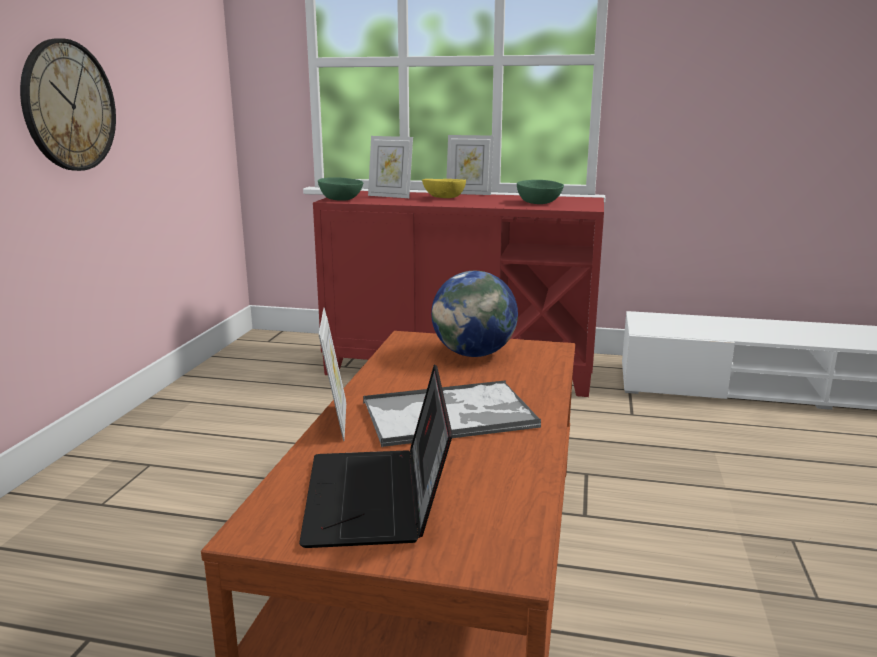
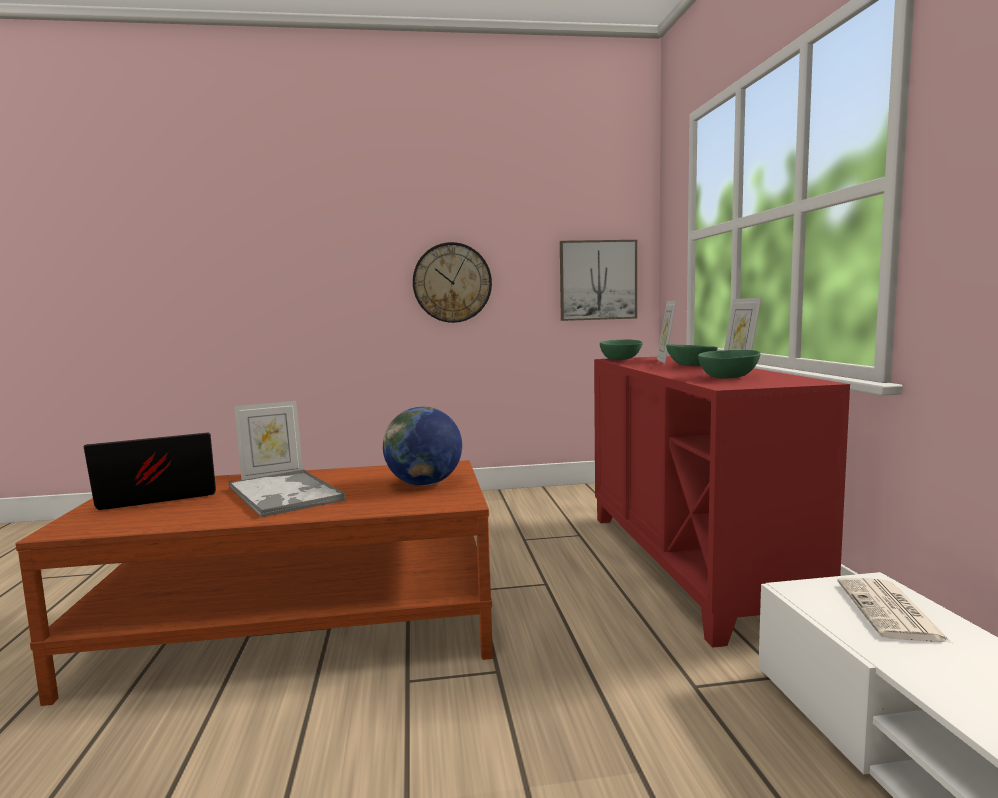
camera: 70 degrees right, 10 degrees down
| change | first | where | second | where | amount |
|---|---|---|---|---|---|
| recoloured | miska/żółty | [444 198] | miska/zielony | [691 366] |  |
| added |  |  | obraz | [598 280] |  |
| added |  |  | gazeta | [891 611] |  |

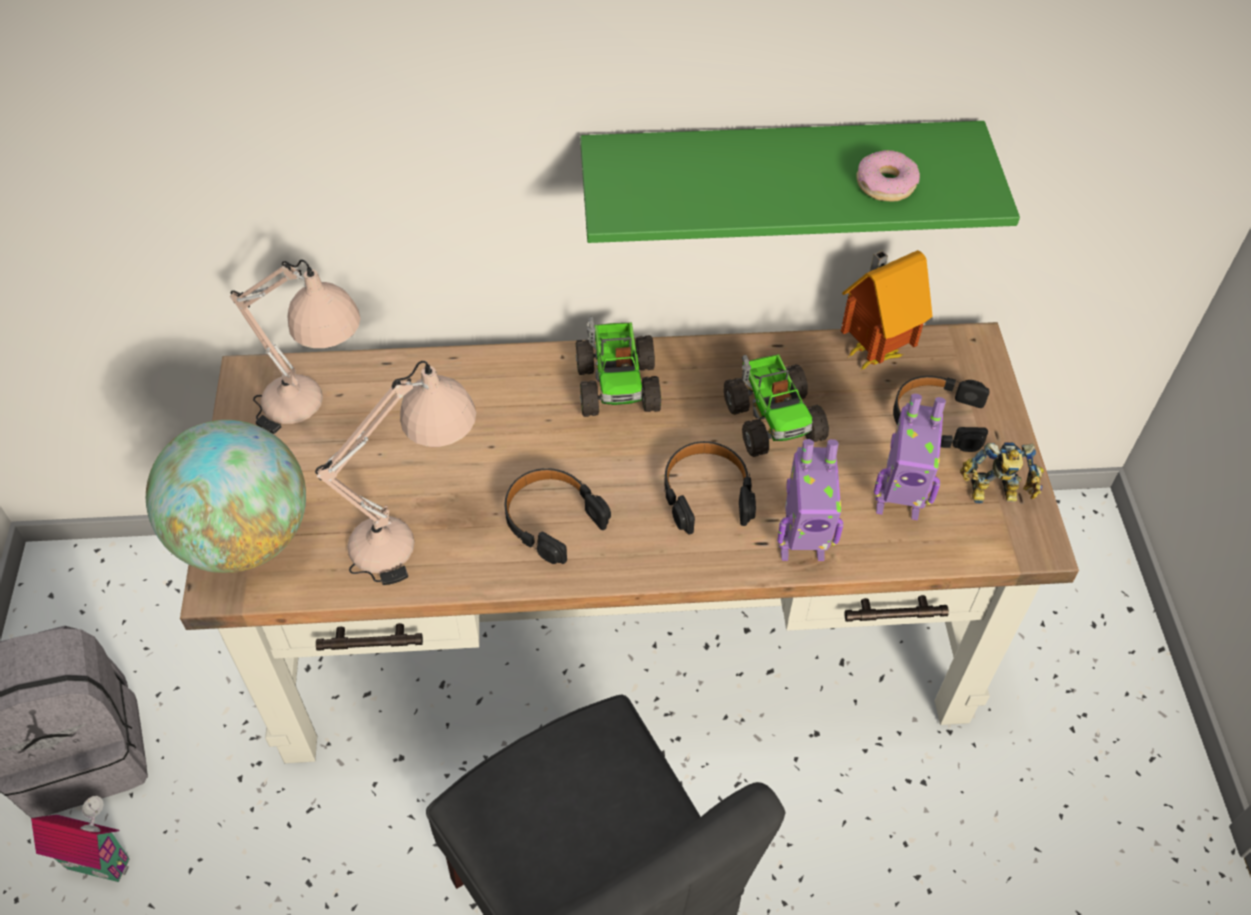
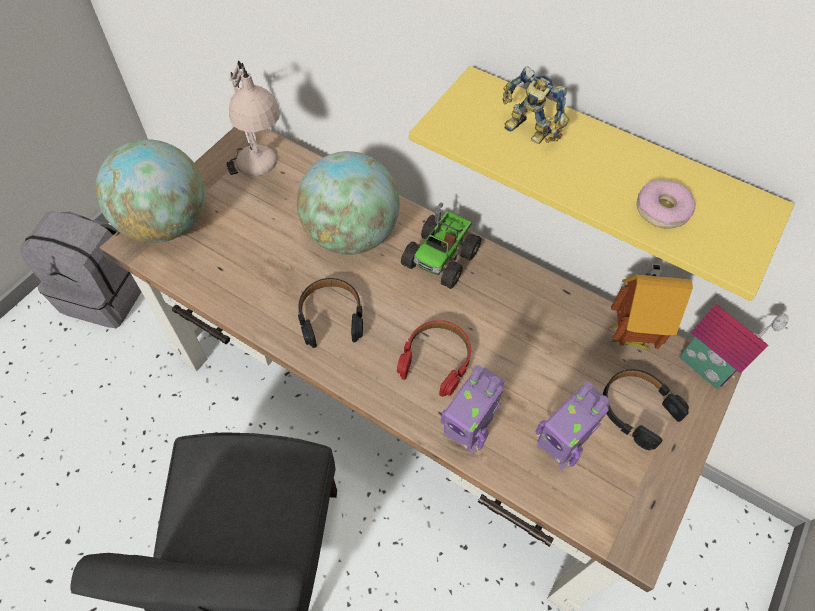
camera: 35 degrees right, 5 degrees up
| change | first | where | second | where | amount |
|---|---|---|---|---|---|
| moved | domek | [101 860] |  | [706 365] |  |
| removed | lampa stołowa/beżowy | [416 534] |  |  |  |
| recoloured | półka/zielony | [777 173] | półka/żółty | [606 165] |  |
| recoloured | słuchawki/czarny | [706 493] | słuchawki/czerwony | [436 359] |  |
| removed | ciężarówka zabawkowa | [773 419] |  |  |  |
| moved | robot zabawkowy | [995 495] |  | [527 132] |  |
| added |  |  | globus | [350 234] |  |

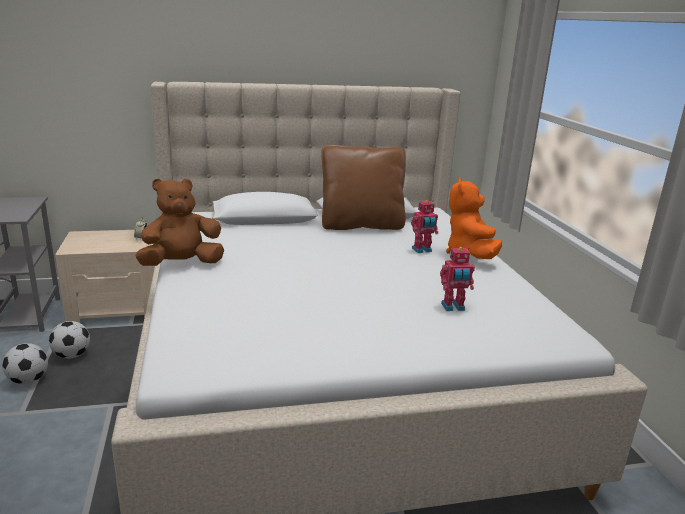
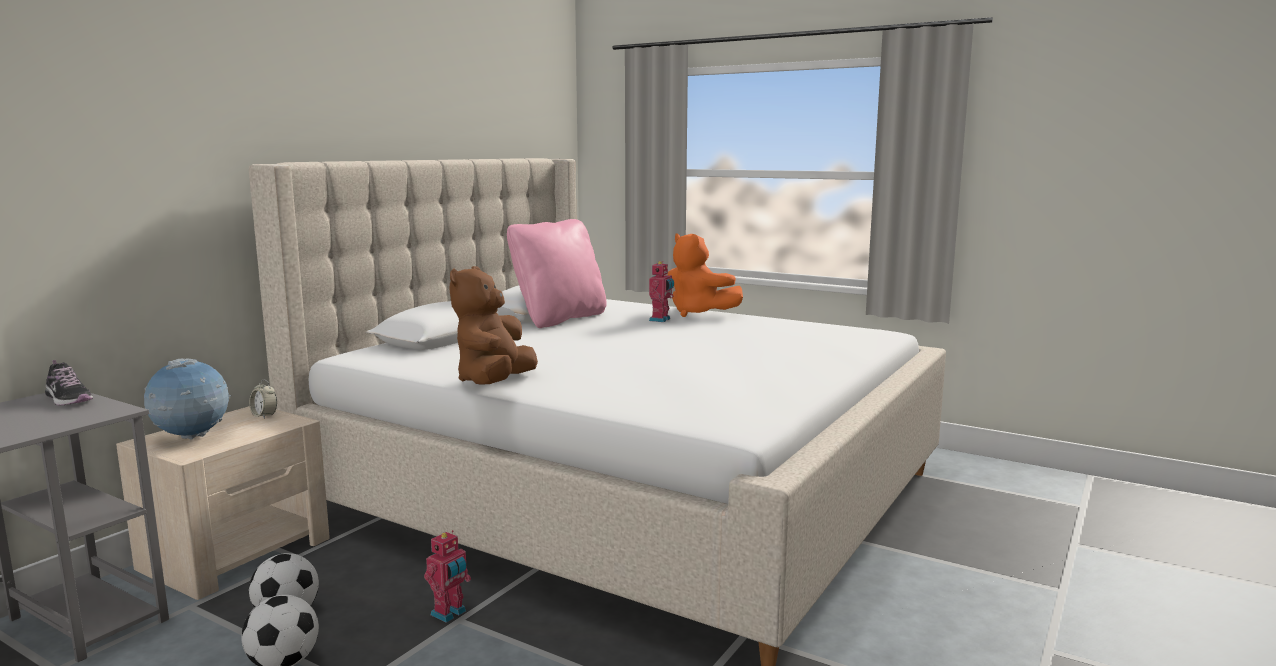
camera: 45 degrees left, 10 degrees down
| change | first | where | second | where | amount |
|---|---|---|---|---|---|
| recoloured | poduszka/brązowy | [361 225] | poduszka/różowy | [559 319] |  |
| moved | robot zabawkowy | [453 307] |  | [450 614] |  |
| added |  |  | but | [68 399] |  |
| added |  |  | globus | [192 437] |  |

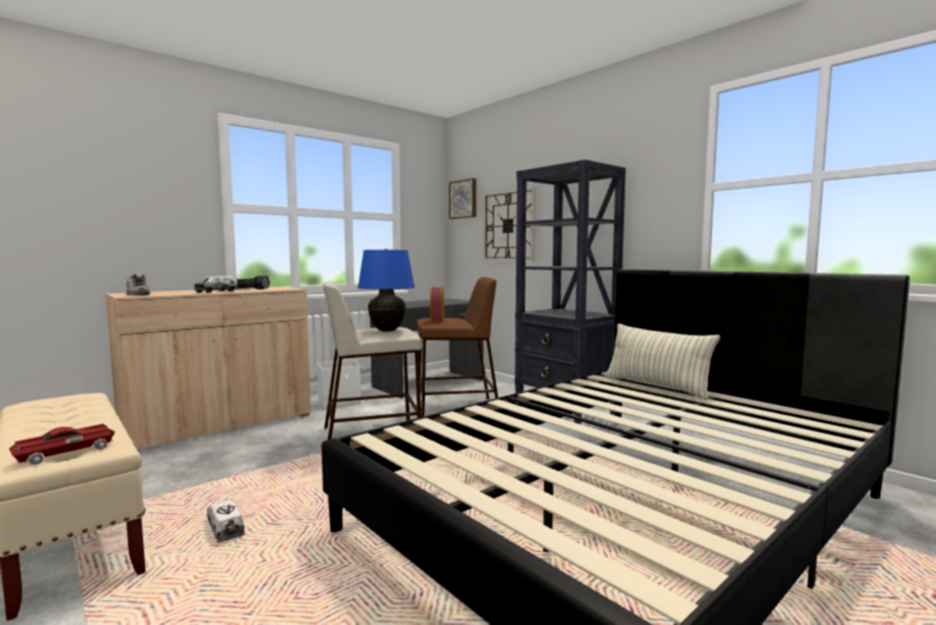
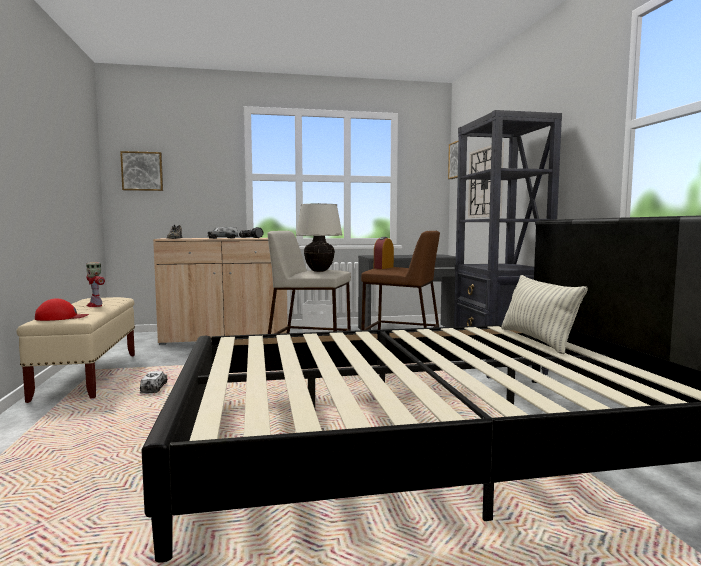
camera: 30 degrees right, 0 degrees up
| change | first | where | second | where | amount |
|---|---|---|---|---|---|
| replaced | samochodzik | [66 451] | czapka z daszkiem/czerwony | [61 317] |  |
| recoloured | lampa stołowa/niebieski | [387 330] | lampa stołowa/beżowy | [319 271] |  |
| added |  |  | robot zabawkowy | [95 305] |  |
| added |  |  | obraz | [142 171] |  |

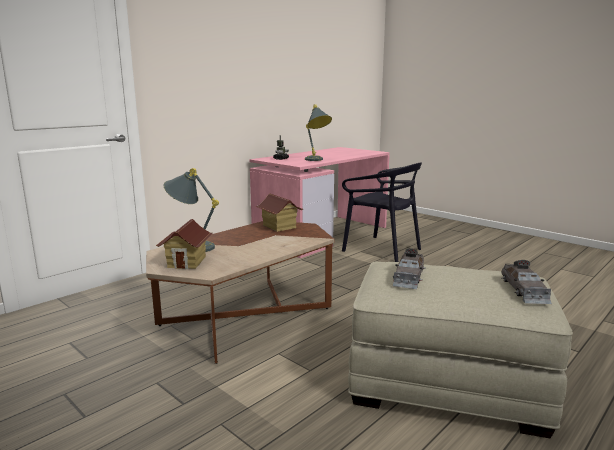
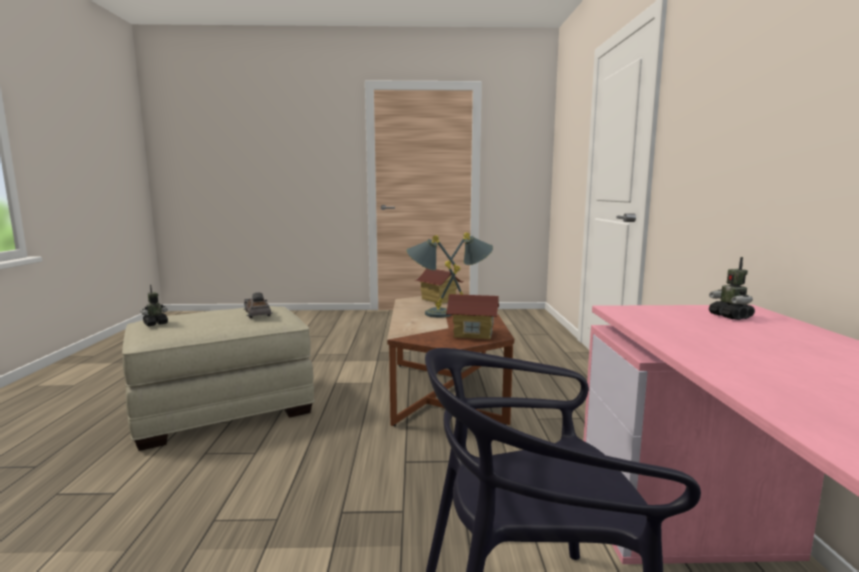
camera: 135 degrees right, 5 degrees down
| change | first | where | second | where | amount |
|---|---|---|---|---|---|
| moved | lampa stołowa/szary | [316 160] |  | [428 313] |  |
| replaced | samochodzik/szary | [524 290] | robot zabawkowy | [155 324] |  |

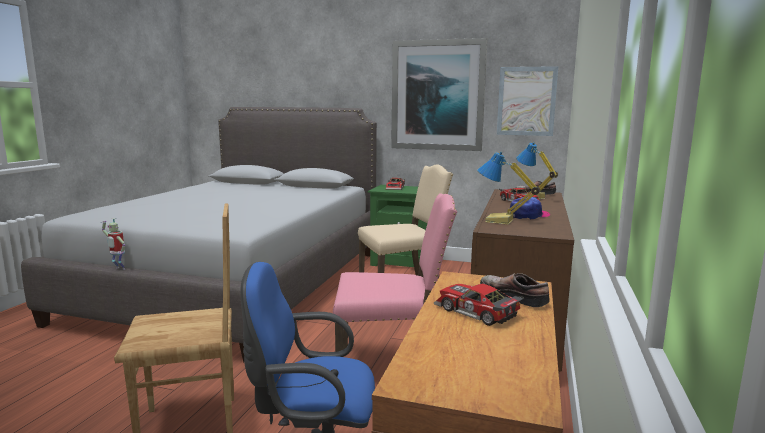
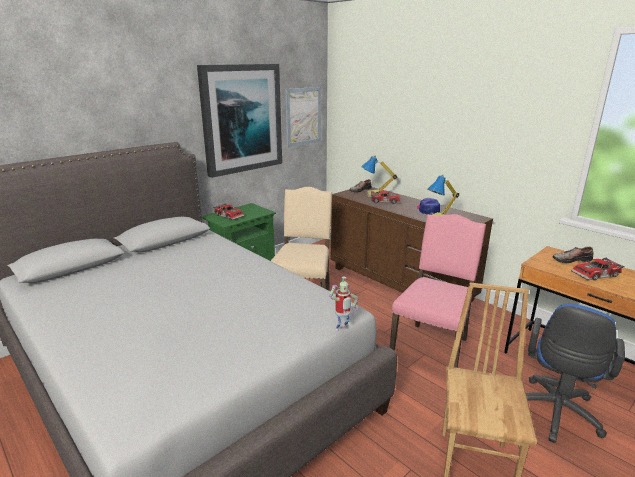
camera: 60 degrees left, 10 degrees up
| change | first | where | second | where | amount |
|---|---|---|---|---|---|
| moved | robot zabawkowy | [118 269] |  | [342 329] |  |

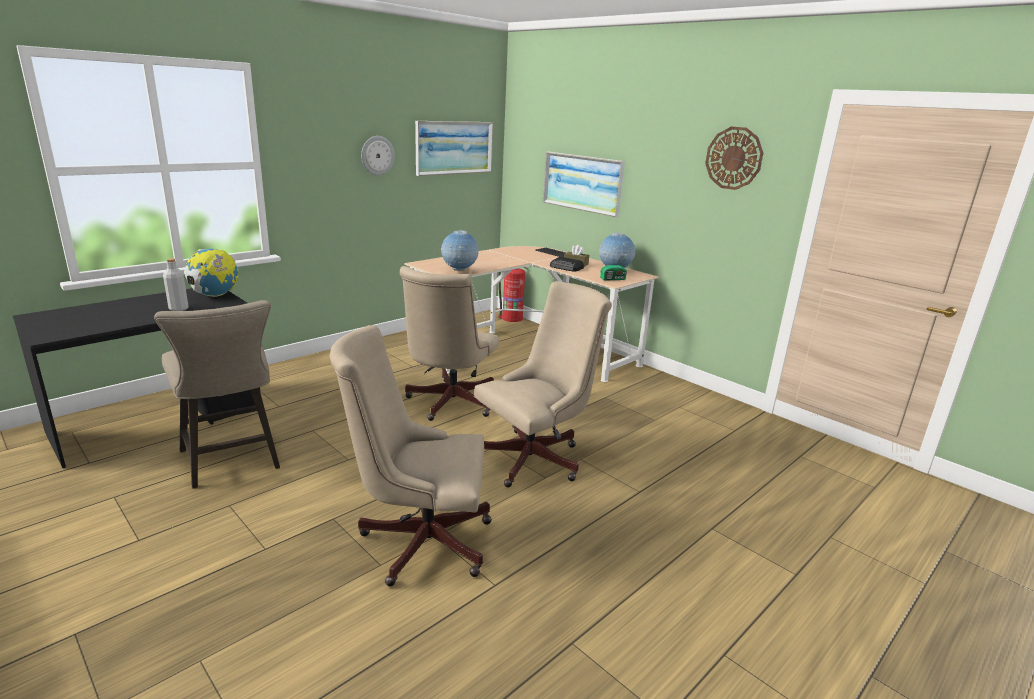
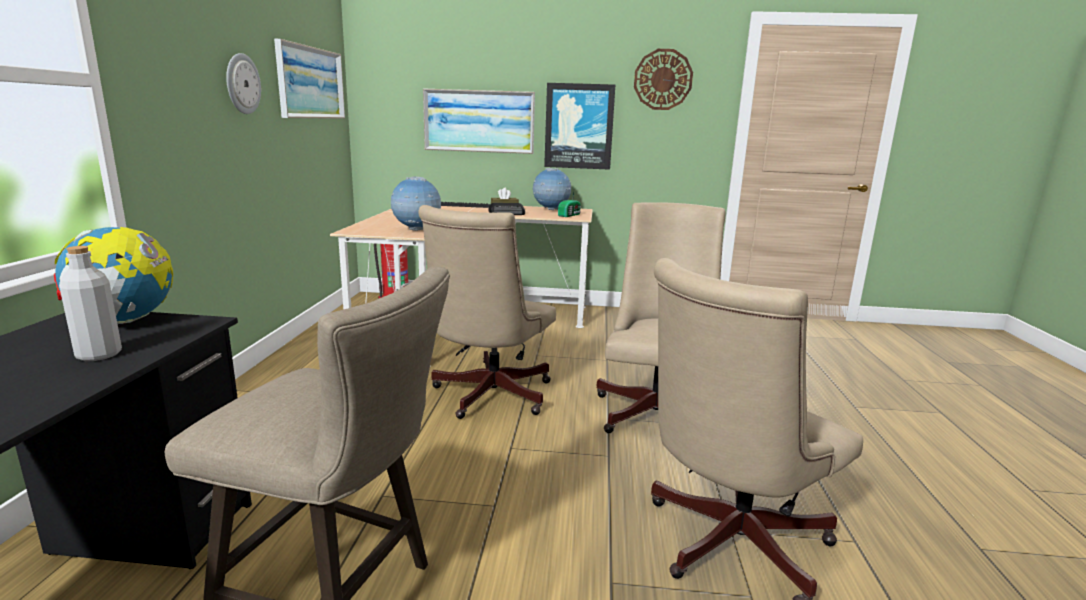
camera: 40 degrees left, 5 degrees down
| change | first | where | second | where | amount |
|---|---|---|---|---|---|
| turned | krzesło biurowe/beżowy | [448 404] |  | [487 396] | 45 degrees clockwise |
| added |  |  | obraz | [579 126] |  |

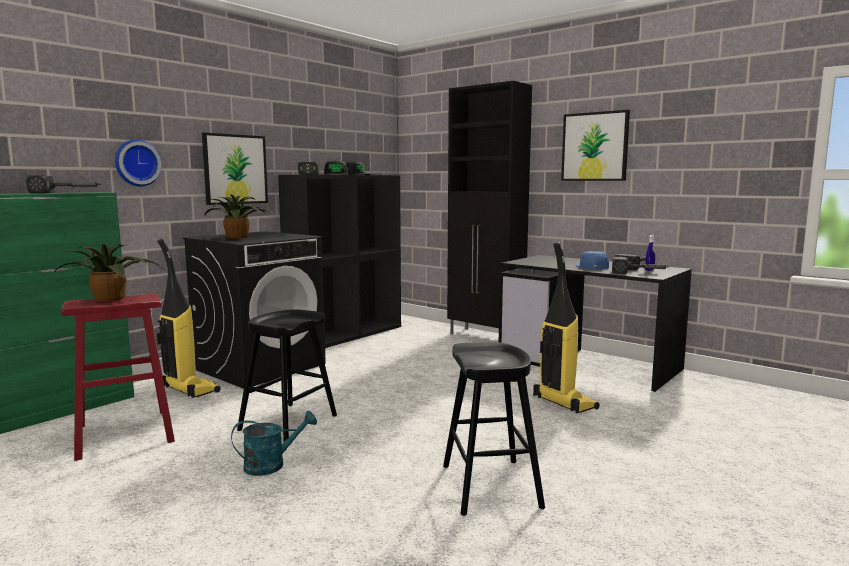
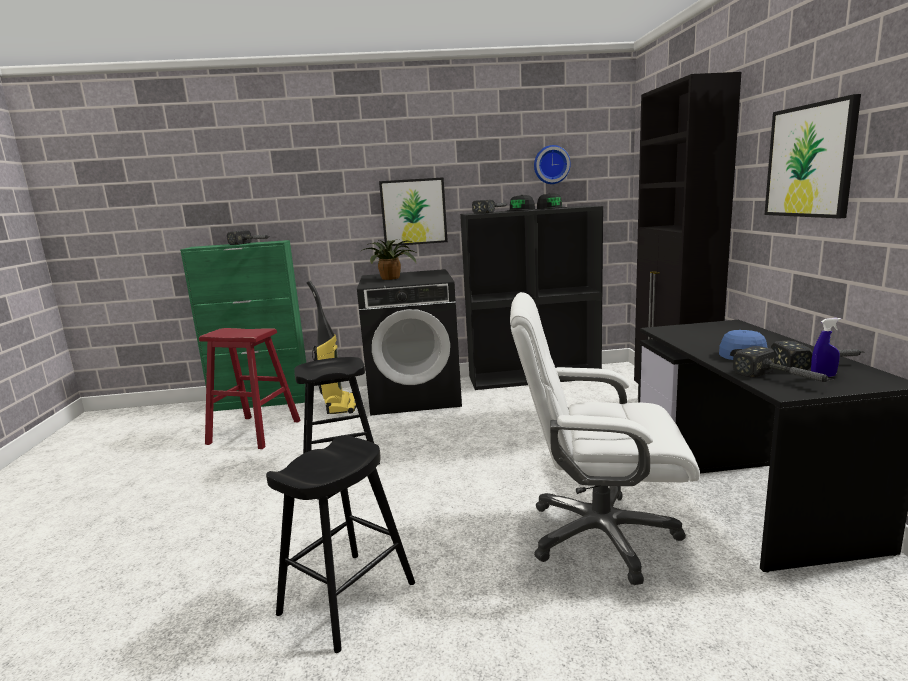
camera: 45 degrees right, 5 degrees up
| change | first | where | second | where | amount |
|---|---|---|---|---|---|
| removed | roślina doniczkowa | [112 298] |  |  |  |
| moved | zegar ścienny | [136 163] |  | [551 165] |  |
| removed | konewka/turkusowy | [272 465] |  |  |  |
| replaced | odkurzacz | [563 403] | krzesło biurowe/biały | [599 535] |  |

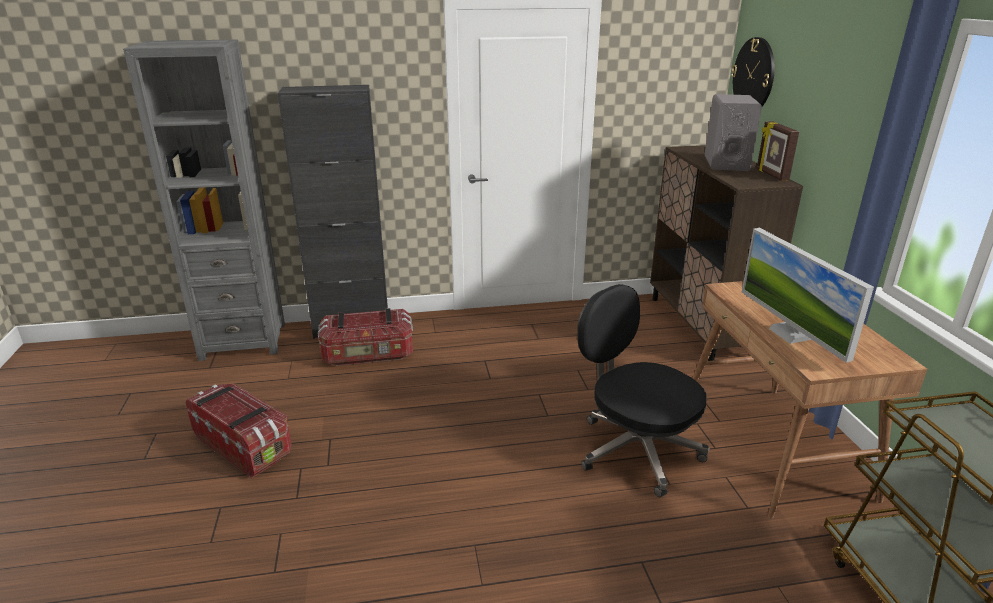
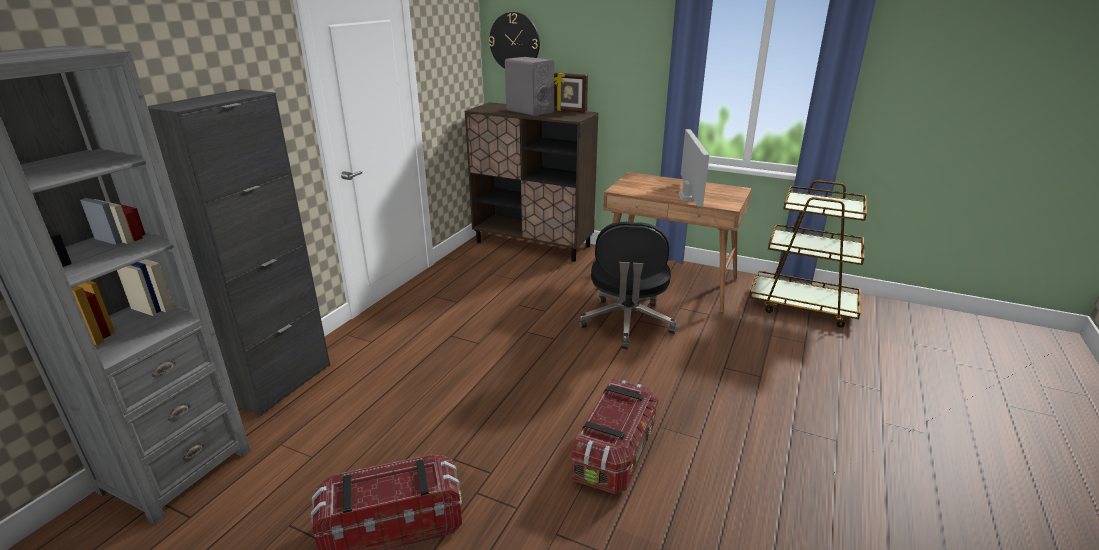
camera: 55 degrees left, 0 degrees up
| change | first | where | second | where | amount |
|---|---|---|---|---|---|
| moved | pojemnik do przechowywania | [368 355] |  | [615 453] |  |
| turned | krzesło biurowe/czarny | [635 449] |  | [626 323] | 75 degrees counterclockwise |
| turned | monitor | [790 334] |  | [688 197] | 105 degrees counterclockwise |

